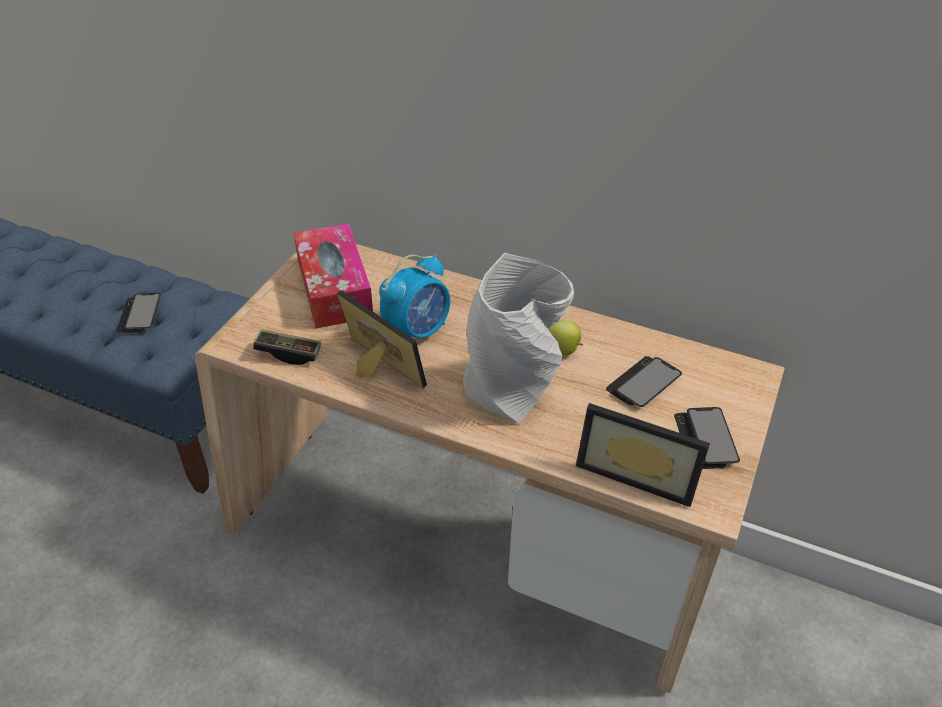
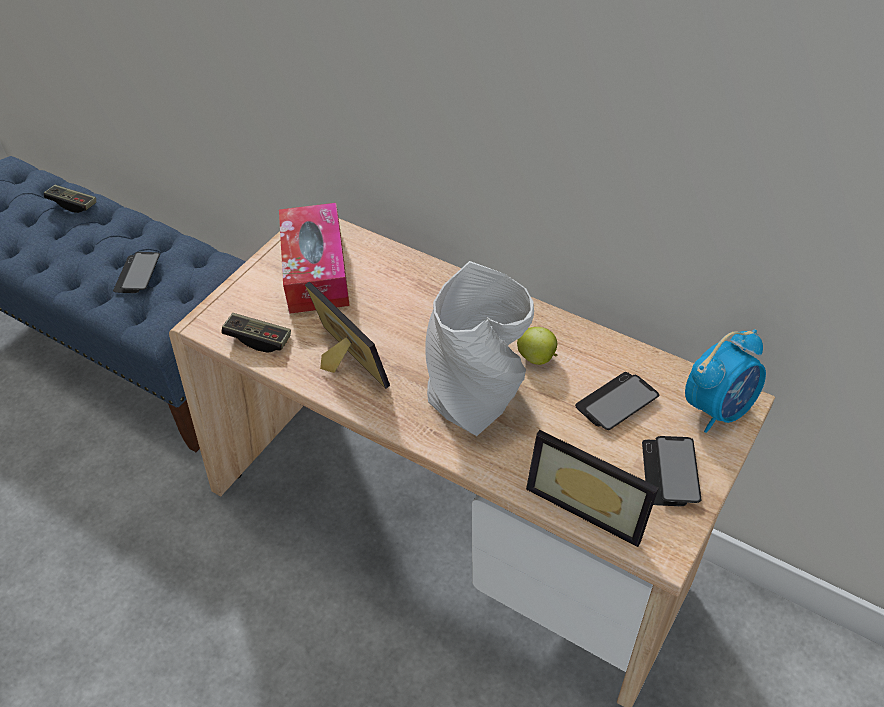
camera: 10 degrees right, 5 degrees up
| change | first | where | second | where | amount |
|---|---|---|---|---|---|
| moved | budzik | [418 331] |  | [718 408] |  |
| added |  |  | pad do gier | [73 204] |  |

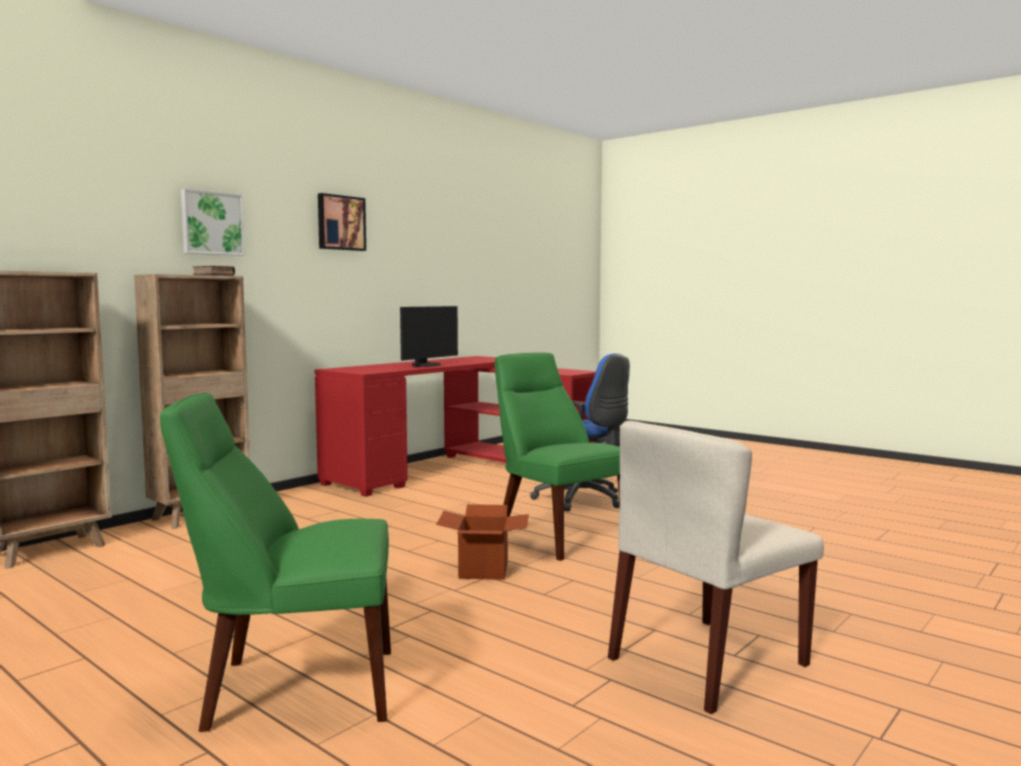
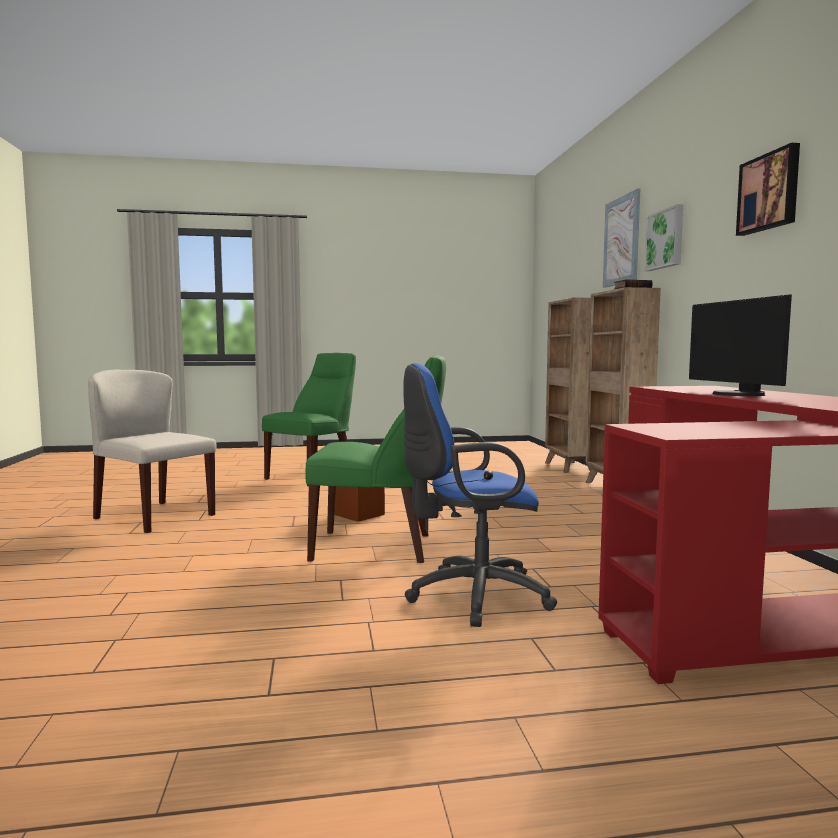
camera: 130 degrees right, 0 degrees up
| change | first | where | second | where | amount |
|---|---|---|---|---|---|
| turned | krzesło/beżowy | [707 662] |  | [154 516] | 60 degrees counterclockwise |
| added |  |  | obraz | [621 241] |  |

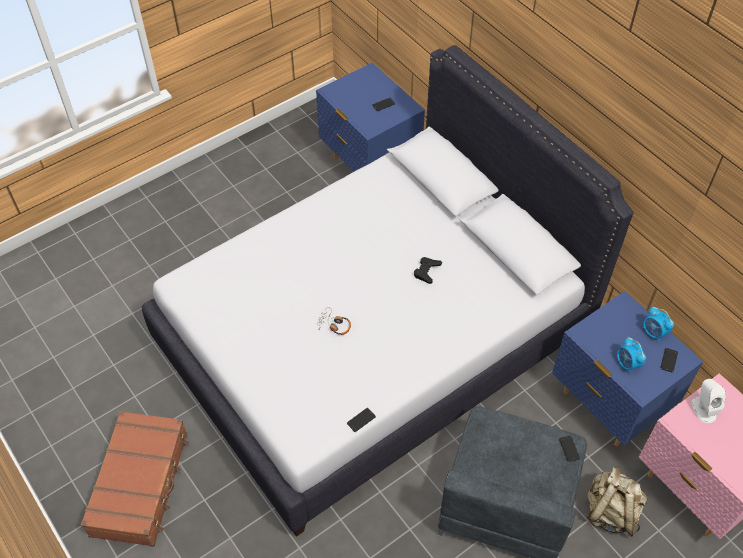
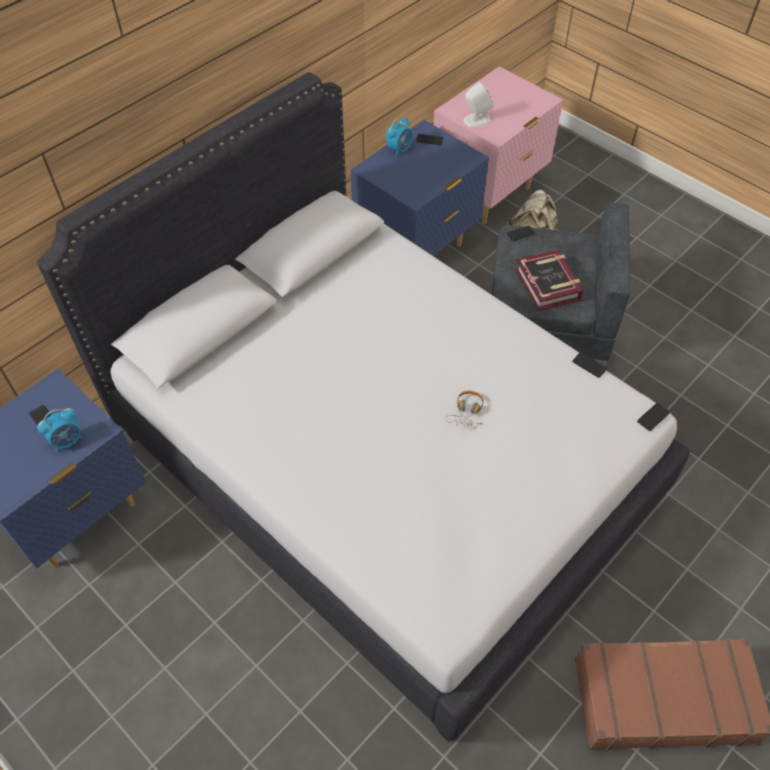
camera: 100 degrees left, 0 degrees up
| change | first | where | second | where | amount |
|---|---|---|---|---|---|
| removed | pad do gier/czarny | [427 271] |  |  |  |
| moved | budzik | [627 364] |  | [68 441] |  |
| added |  |  | książka | [547 285] |  |
| added |  |  | telefon | [653 417] |  |

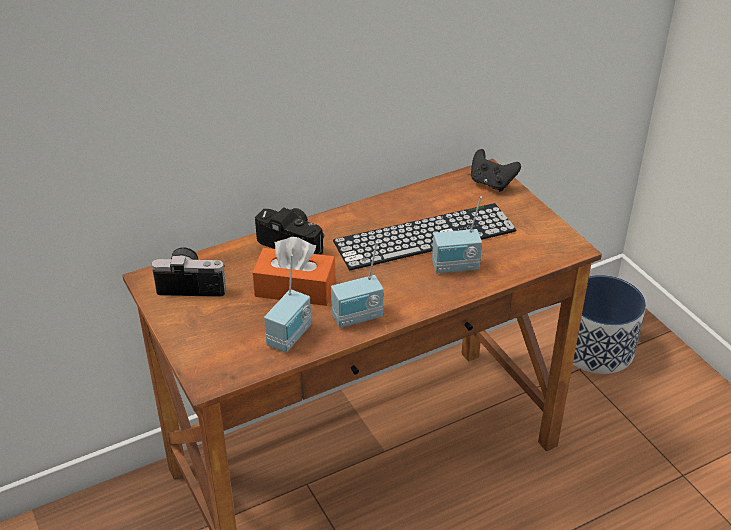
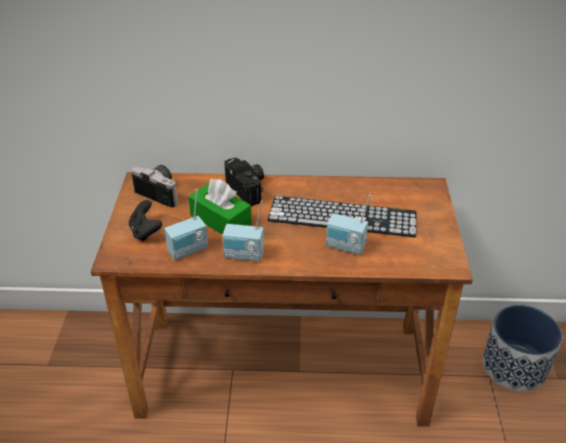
camera: 30 degrees right, 0 degrees up
| change | first | where | second | where | amount |
|---|---|---|---|---|---|
| recoloured | pudełko chusteczek/pomarańczowy | [295 289] | pudełko chusteczek/zielony | [220 220] |  |
| moved | pad do gier/czarny | [491 183] |  | [145 232] |  |

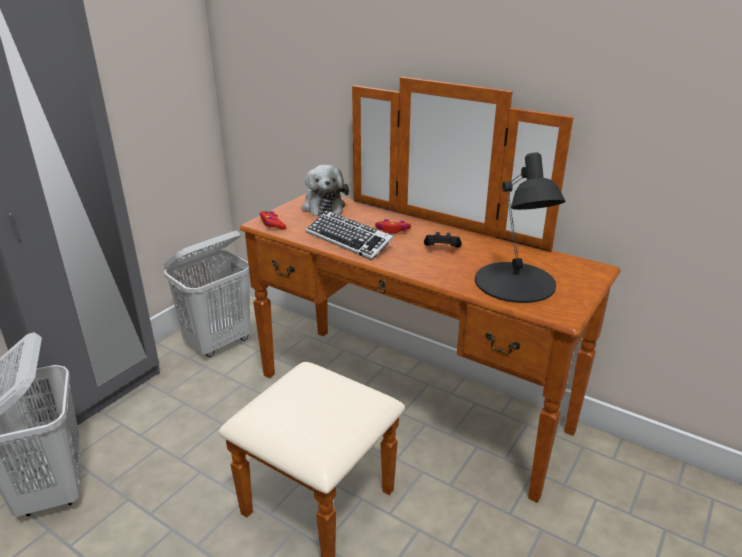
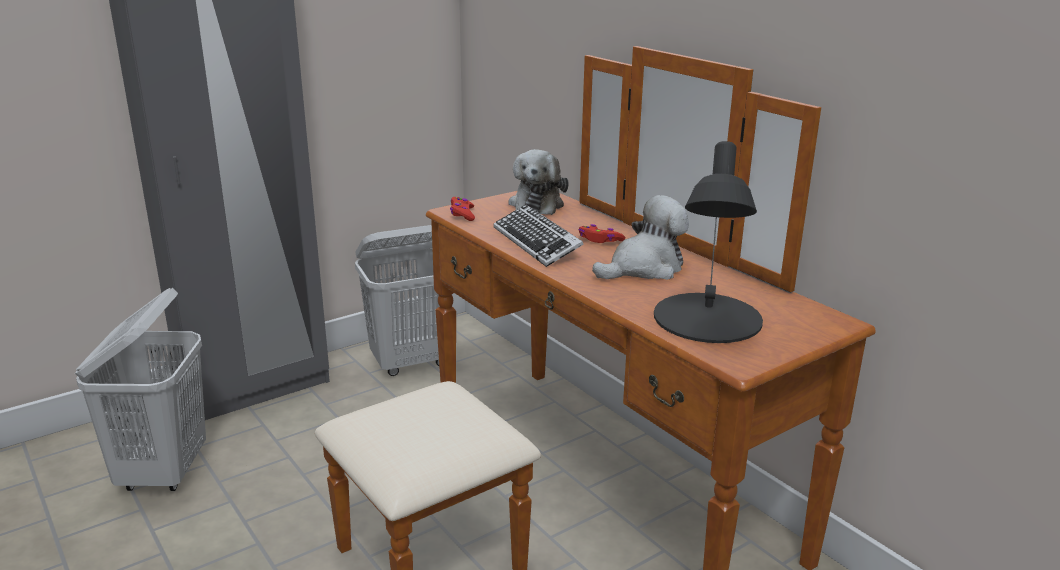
camera: 20 degrees right, 5 degrees down
| change | first | where | second | where | amount |
|---|---|---|---|---|---|
| replaced | pad do gier/czarny | [441 249] | pluszak | [644 268] |  |

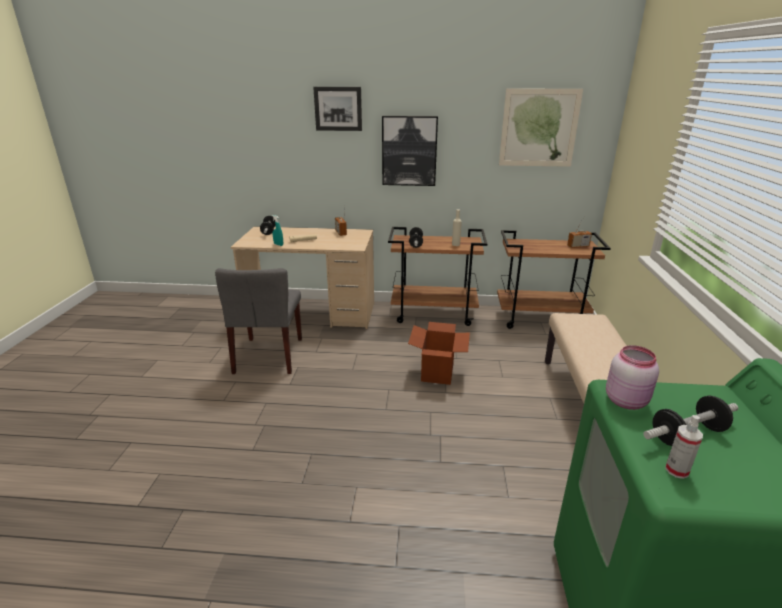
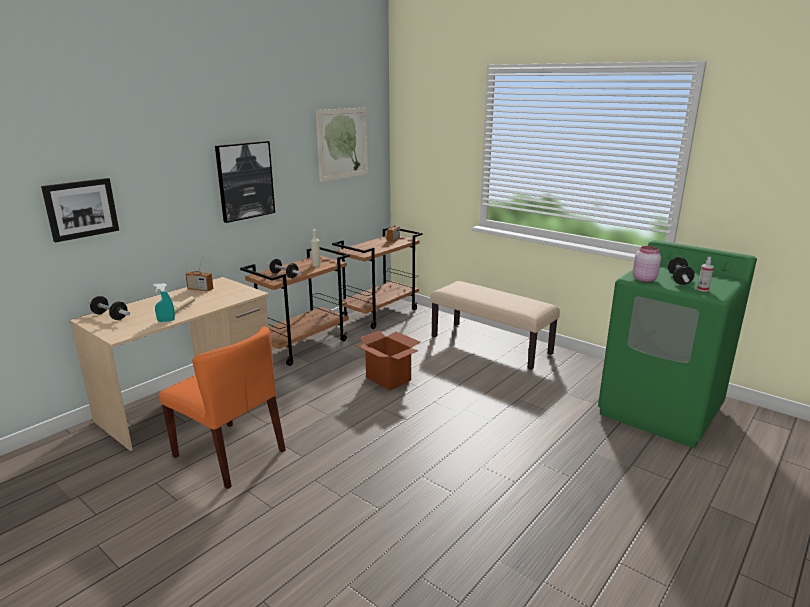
camera: 55 degrees left, 5 degrees down
| change | first | where | second | where | amount |
|---|---|---|---|---|---|
| recoloured | krzesło/szary | [269 356] | krzesło/pomarańczowy | [230 453] |  |
| moved | obraz | [338 108] |  | [81 209] |  |

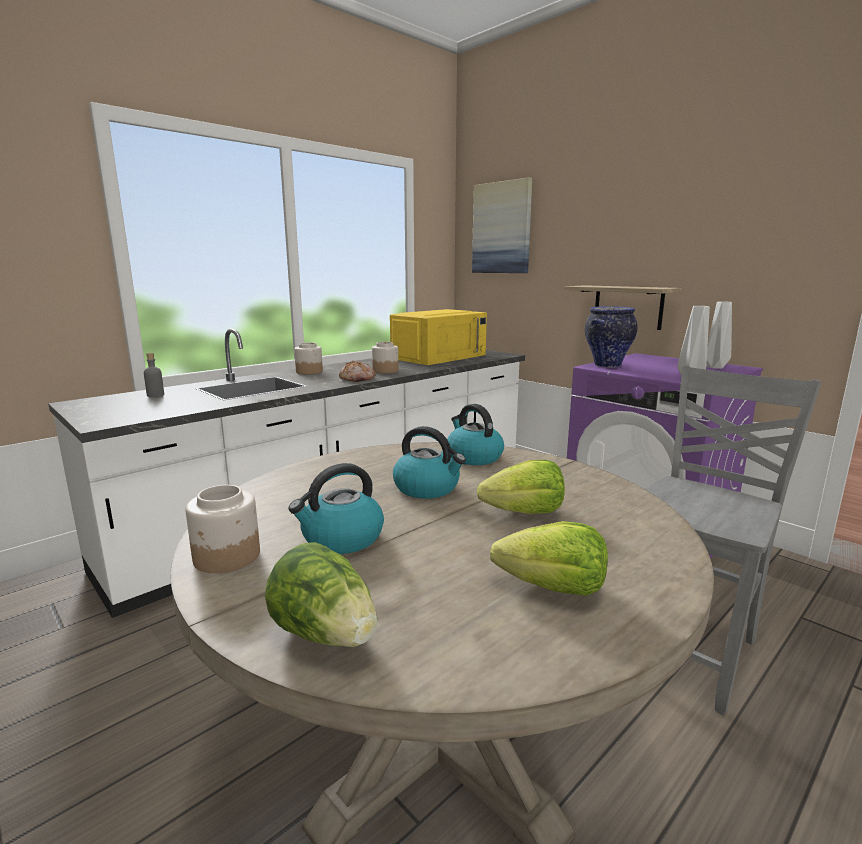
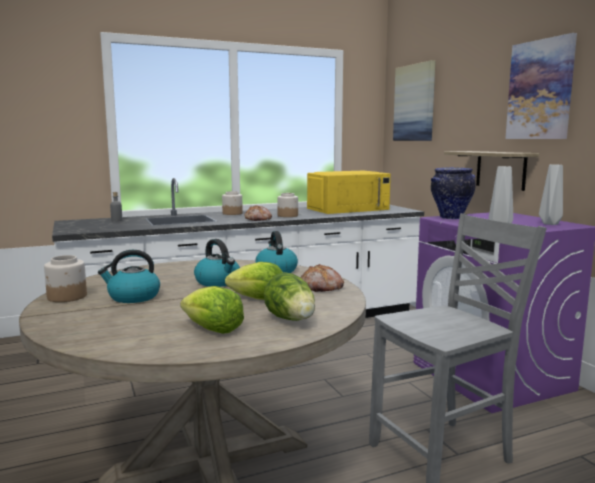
camera: 20 degrees right, 5 degrees down
| change | first | where | second | where | amount |
|---|---|---|---|---|---|
| moved | sałata | [326 634] |  | [292 320] |  |
| added |  |  | chleb | [322 287] |  |
| added |  |  | obraz | [540 90] |  |

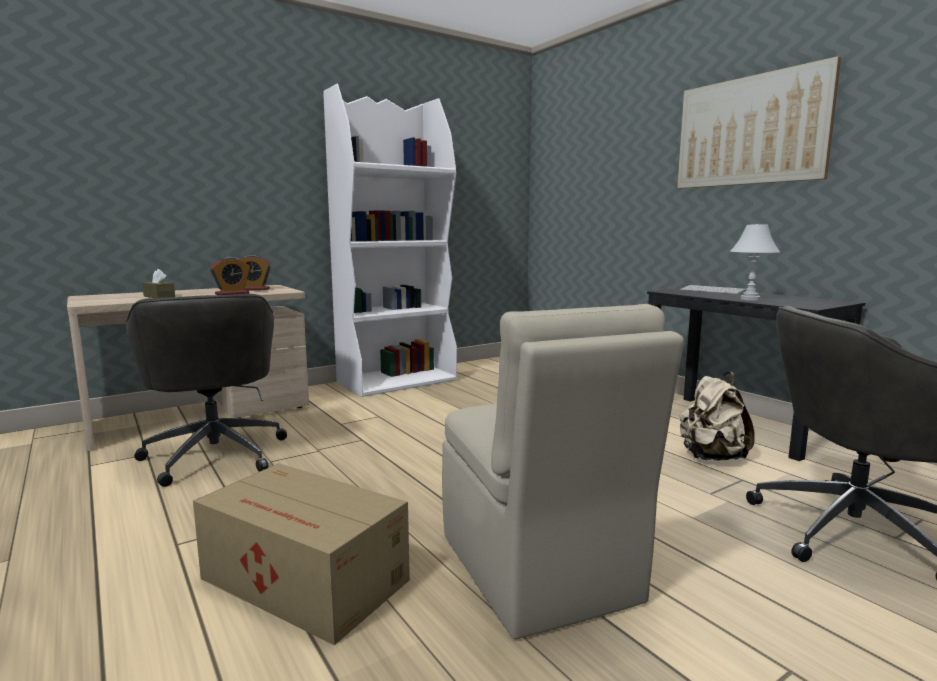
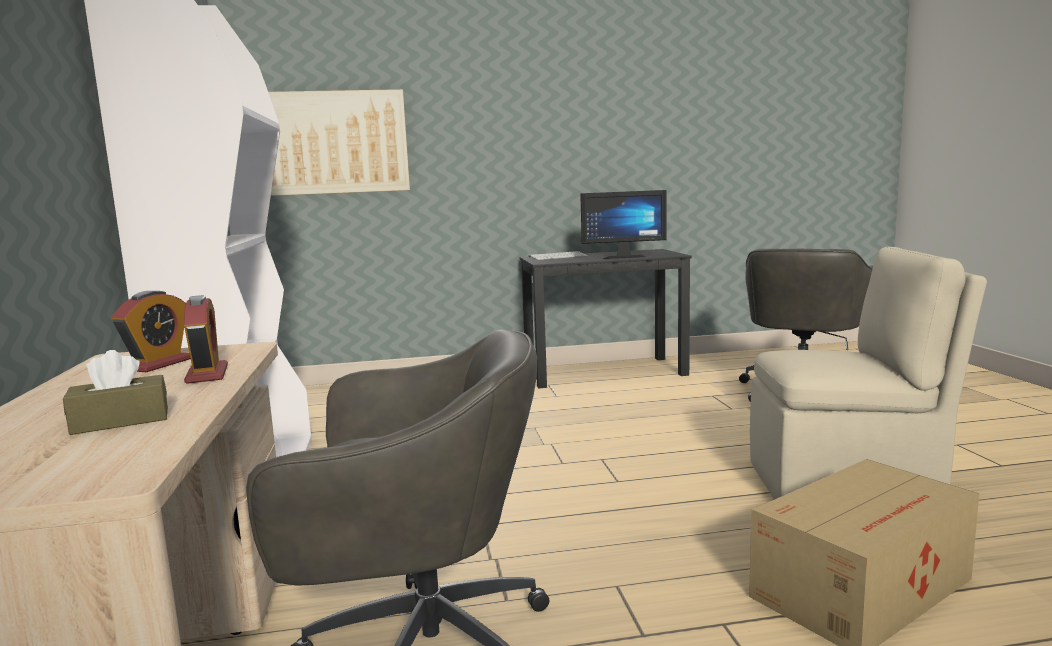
camera: 65 degrees left, 0 degrees up
| change | first | where | second | where | amount |
|---|---|---|---|---|---|
| moved | obraz | [750 131] |  | [331 142] |  |
| removed | plecak/beżowy | [711 457] |  |  |  |
| replaced | lampa stołowa/biały | [749 299] | monitor | [622 257] |  |

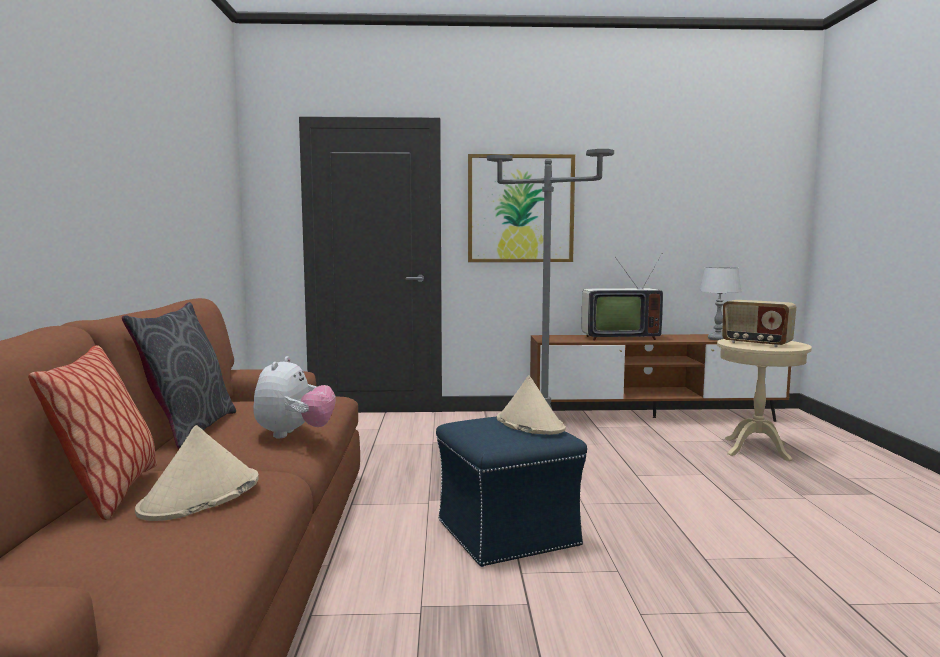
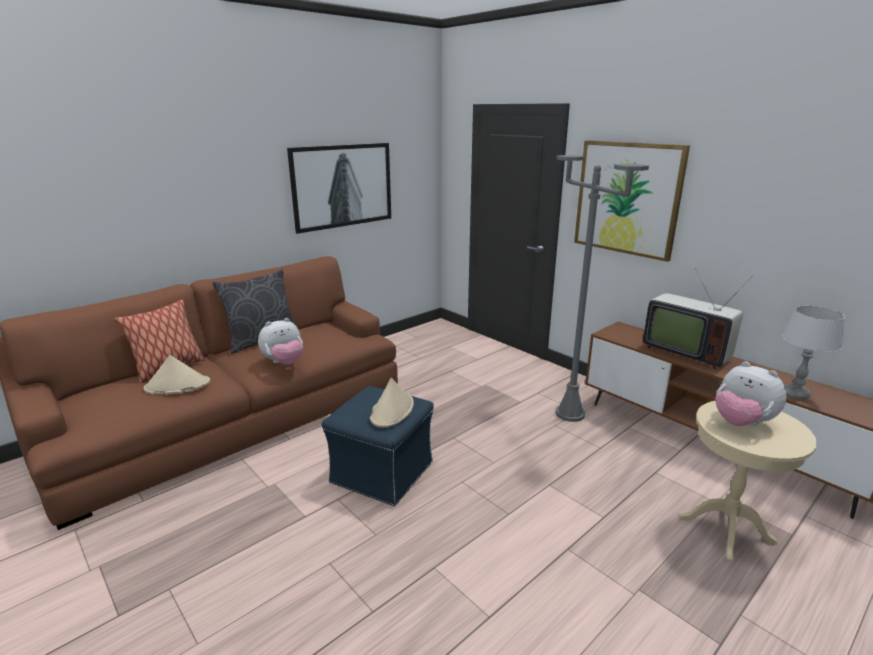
camera: 50 degrees right, 15 degrees up
| change | first | where | second | where | amount |
|---|---|---|---|---|---|
| replaced | radio | [756 343] | pluszak | [741 423] |  |
| added |  |  | obraz | [343 186] |  |

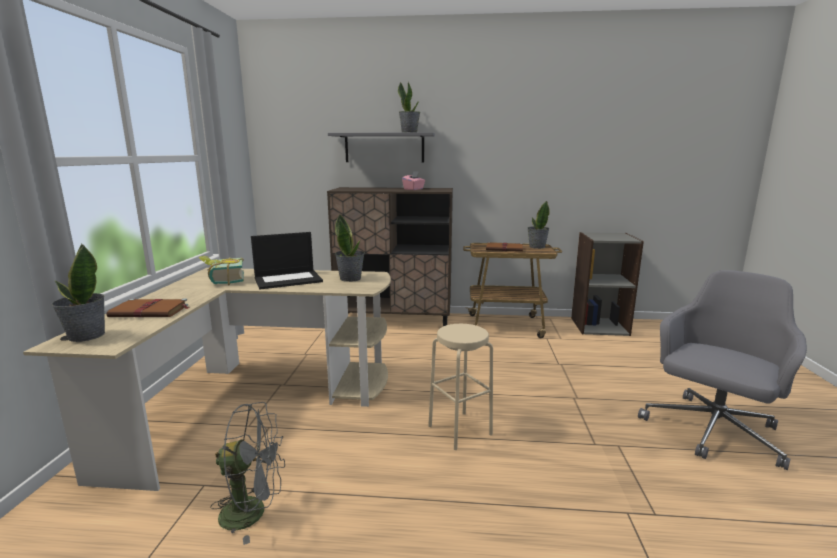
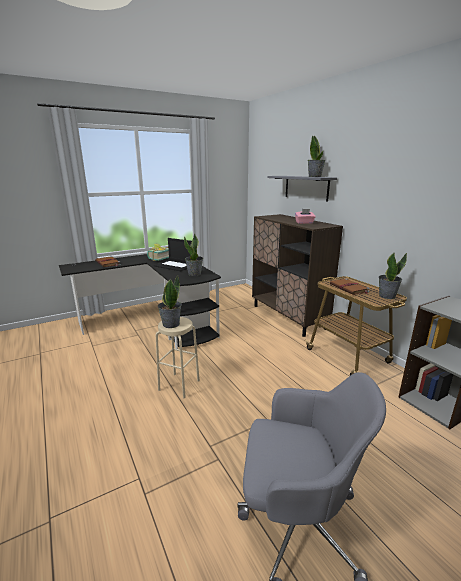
camera: 55 degrees right, 5 degrees up
| change | first | where | second | where | amount |
|---|---|---|---|---|---|
| recoloured | biurko/beżowy | [254 400] | biurko/czarny | [155 322] |  |
| moved | roślina doniczkowa | [86 336] |  | [170 324] |  |
| removed | wentylator/szary | [253 512] |  |  |  |

